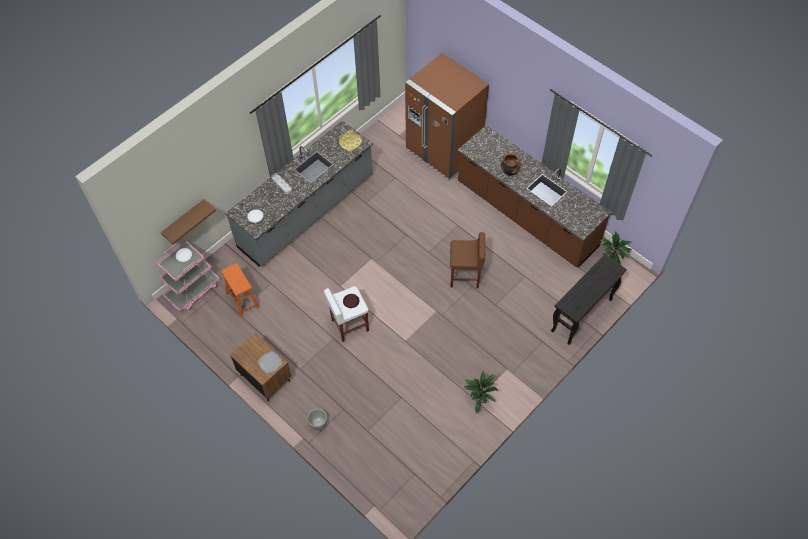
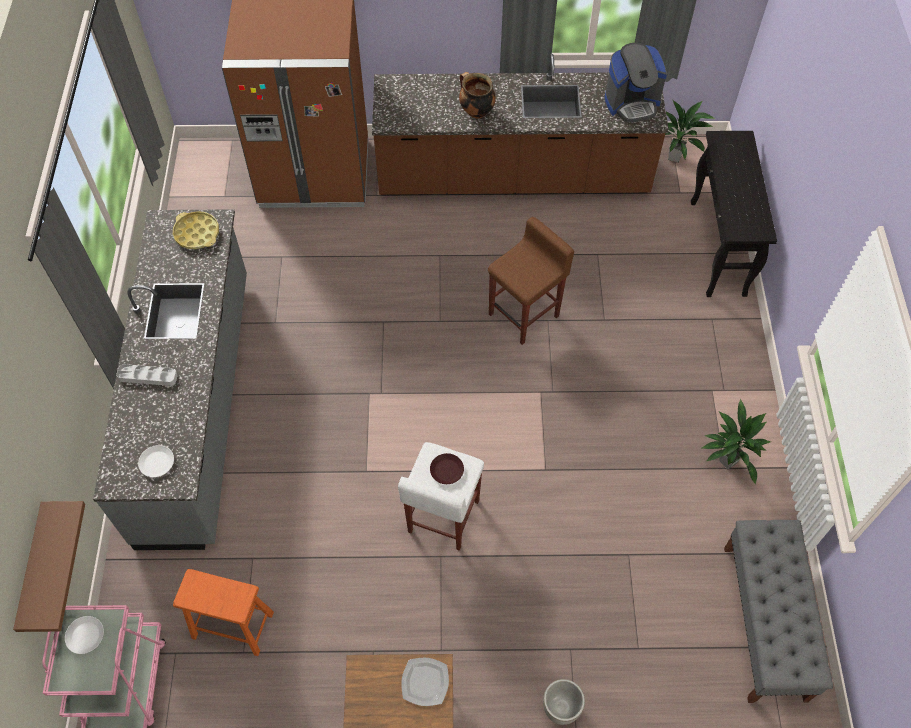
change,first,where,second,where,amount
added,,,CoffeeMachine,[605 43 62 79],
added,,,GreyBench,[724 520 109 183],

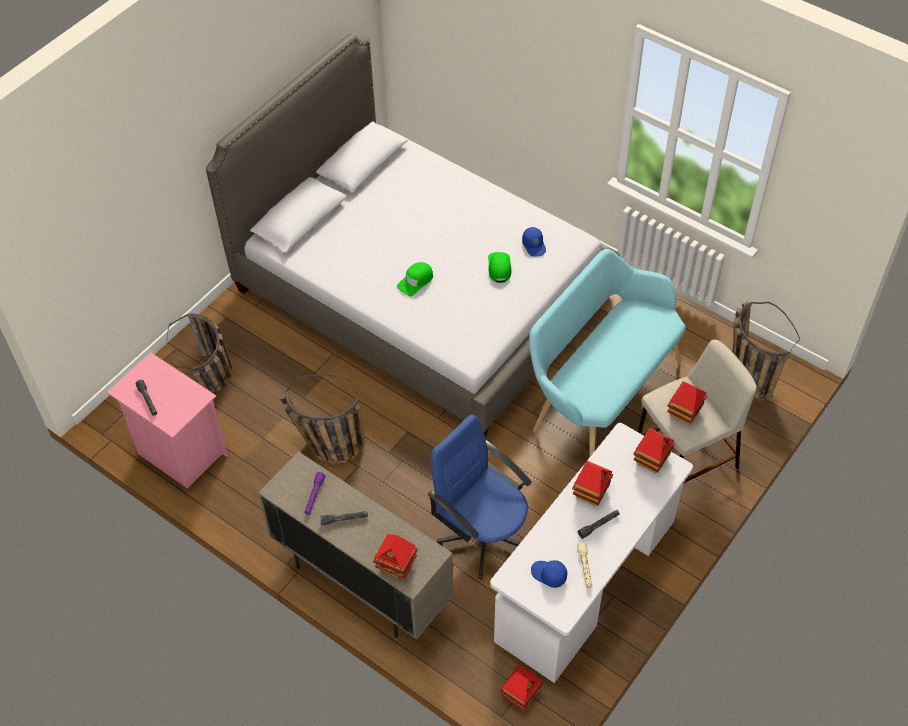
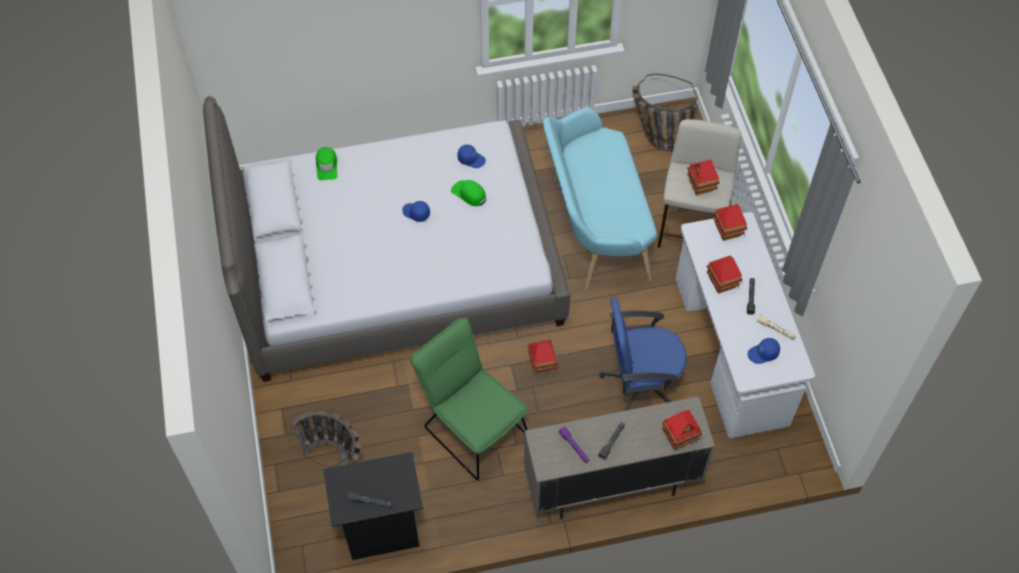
change,first,where,second,where,amount
moved,GreenCap,[397 262 36 34],,[316 147 21 33],
recoloured,PinkNightstand,[107 353 121 136],BlackNightstand,[323 452 100 108],
replaced,Basket,[280 374 85 88],GreenChair,[411 318 117 162],
moved,ToyHouse,[500 665 43 46],,[528 339 29 34],
added,,,BlueCap,[402 201 28 21],

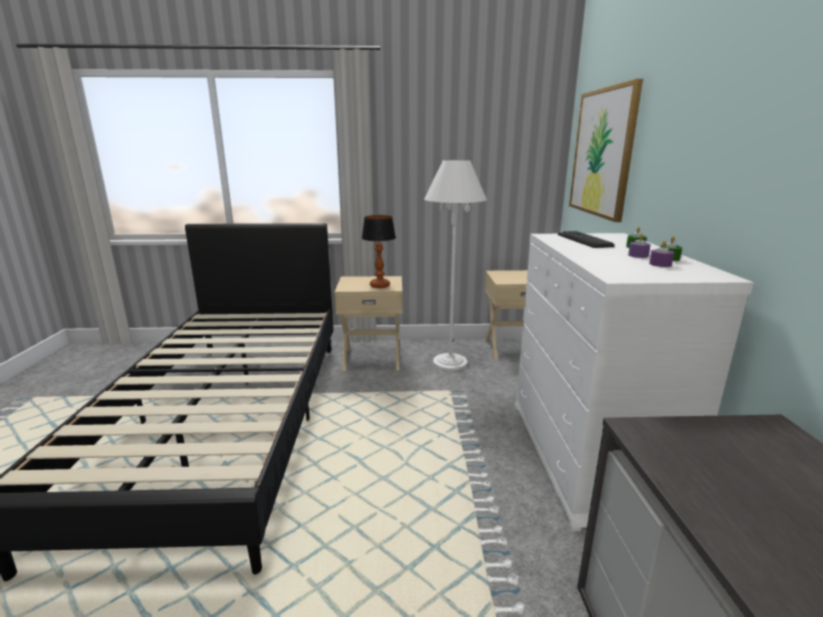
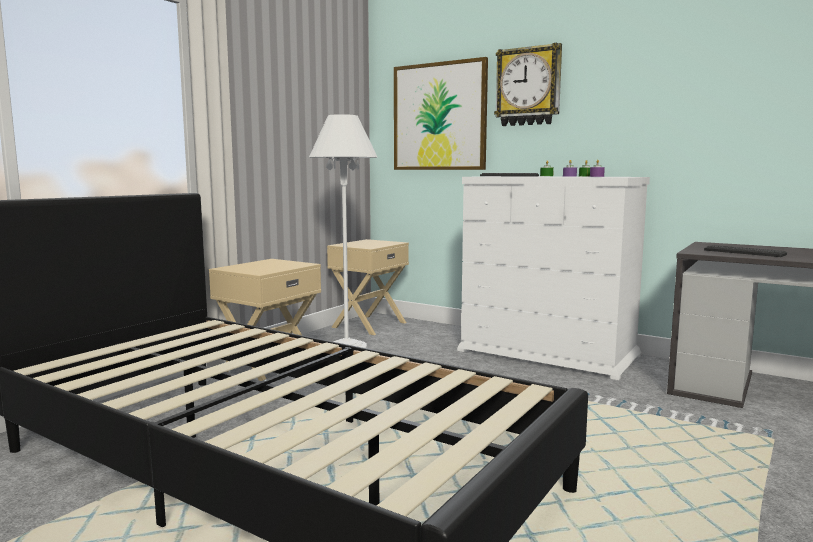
change,first,where,second,where,amount
removed,TableLamp,[362 215 34 73],,,
added,,,WallClock,[494 43 68 83],
added,,,Keyboard,[704 245 83 12],

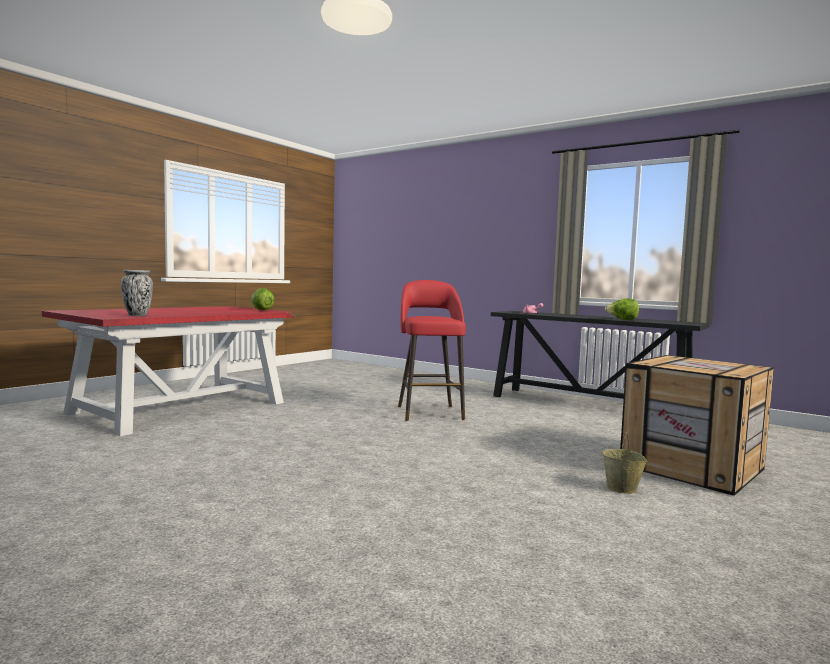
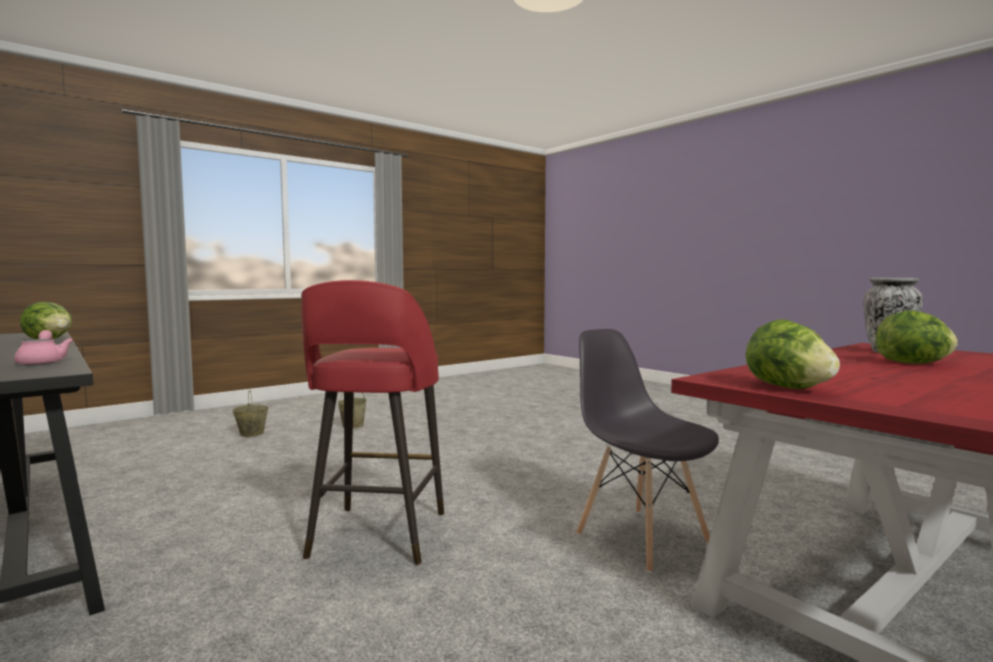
change,first,where,second,where,amount
replaced,Crate,[620 355 154 141],BeigeBucket,[232 390 37 47],
added,,,Lettuce,[876 311 82 53],
added,,,GreyChair,[576 329 143 244],

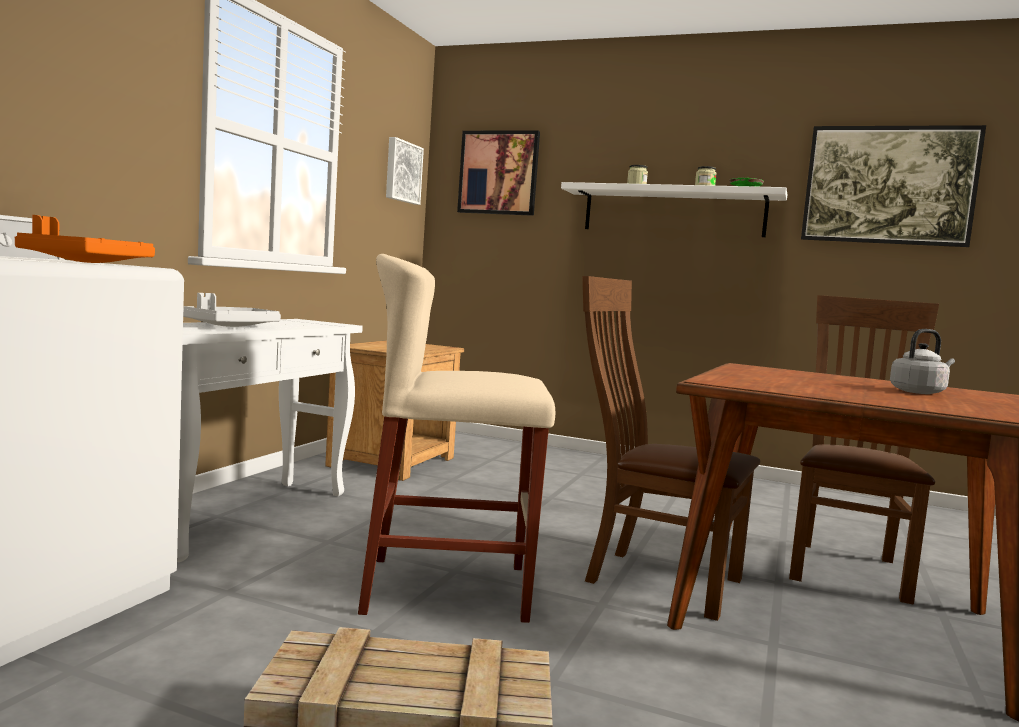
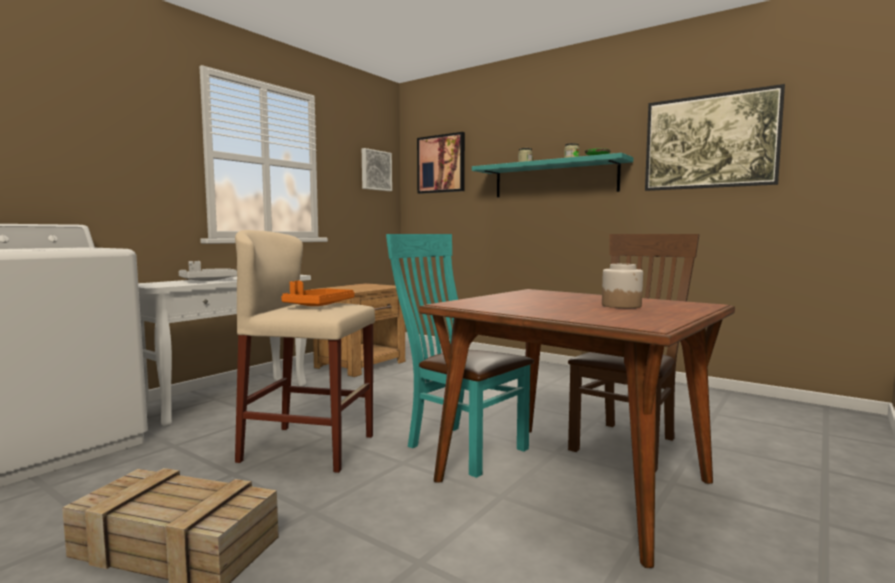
change,first,where,second,where,amount
recoloured,WhiteShelf,[561 182 227 55],TurquoiseShelf,[472 153 161 44],
moved,OrangeTray,[15 215 140 48],,[281 281 73 25],
recoloured,BrownChair,[582 276 178 345],TurquoiseChair,[386 234 148 244],
replaced,GreyKettle,[890 329 65 65],Jar,[602 264 41 44],

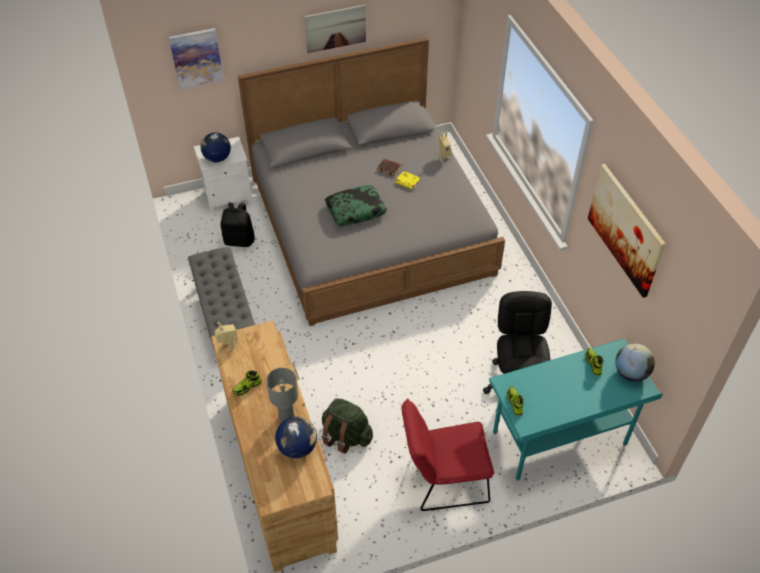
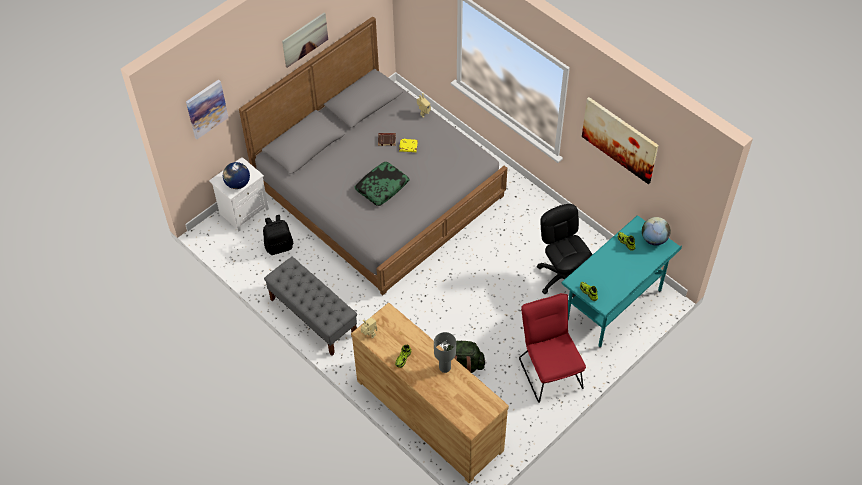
change,first,where,second,where,amount
turned,RedChair,[401 399 93 112],,[519 293 67 110],105 degrees clockwise
removed,Globe,[275 416 42 43],,,

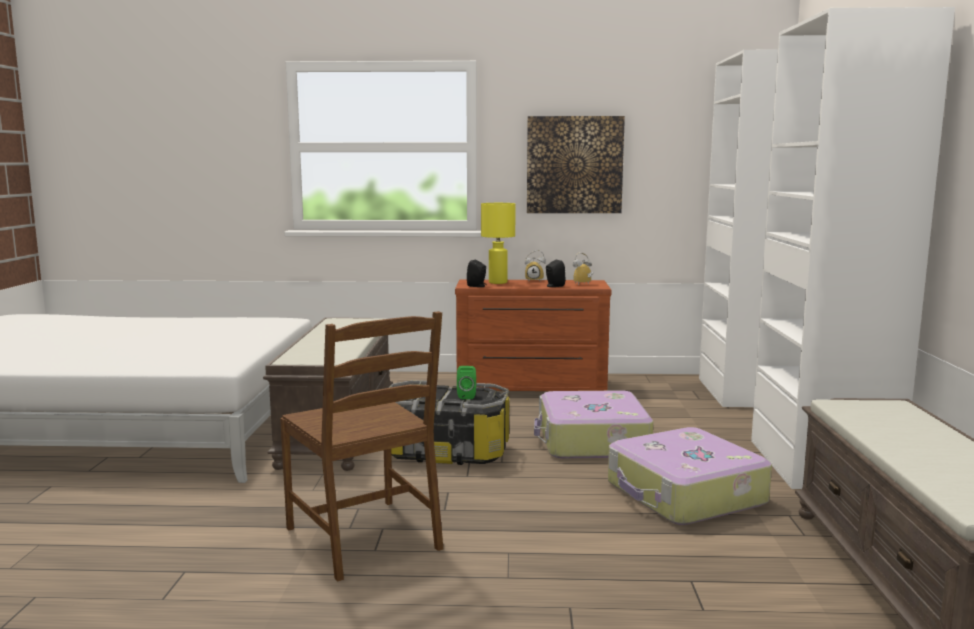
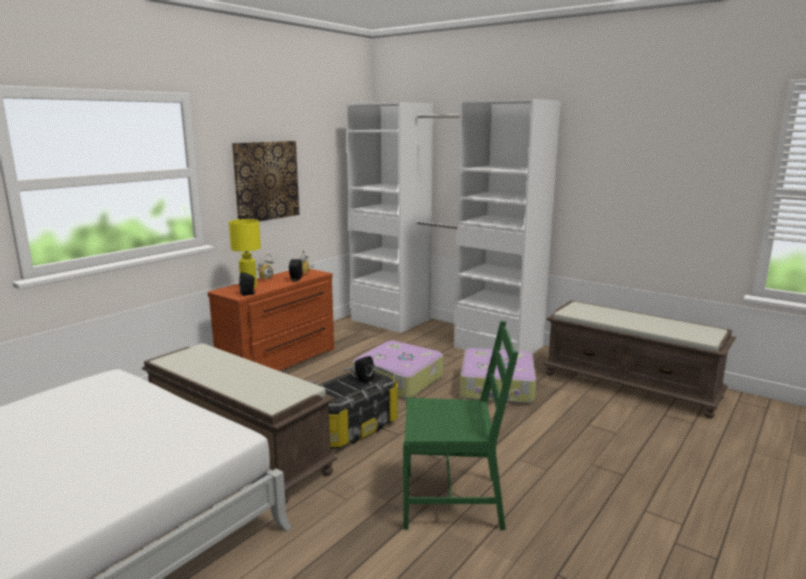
change,first,where,second,where,amount
recoloured,BrownChair,[280 311 163 271],GreenChair,[403 321 115 209],
recoloured,GreenSpeaker,[457 366 19 33],BlackSpeaker,[355 356 19 27],

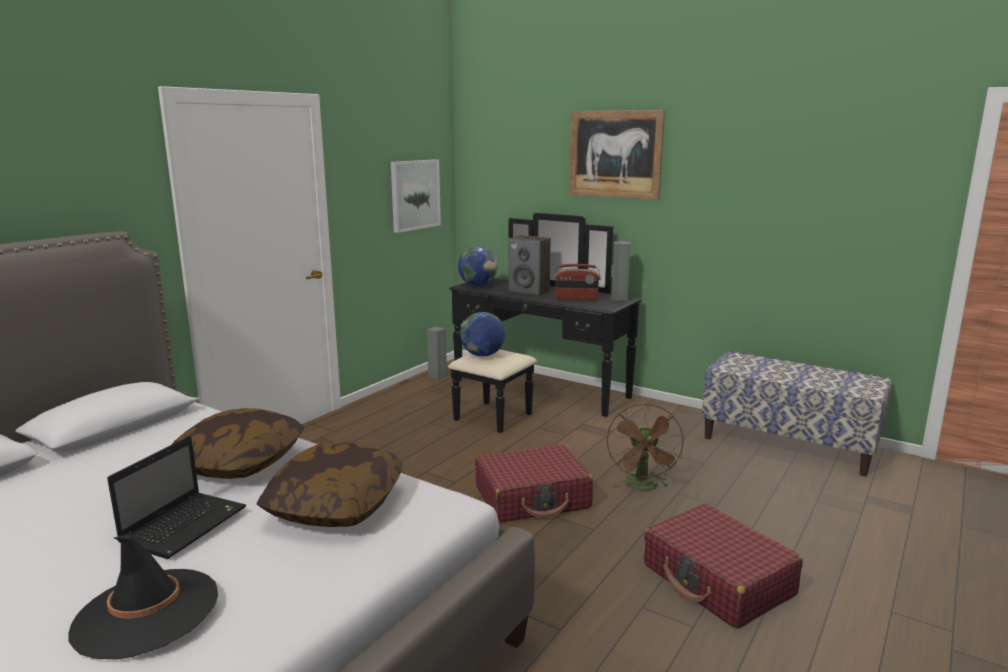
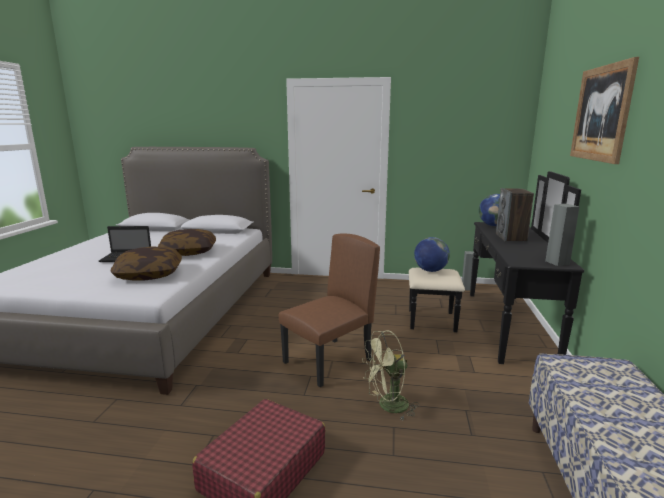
change,first,where,second,where,amount
removed,Picture,[391 159 50 74],,,
removed,Radio,[554 264 47 36],,,
recoloured,BrownFan,[607 403 76 87],GreenFan,[362 331 57 90],
replaced,RedSuitcase,[475 444 118 79],BrownChair,[279 234 101 153],
removed,BlackHat,[68 534 150 125],,,

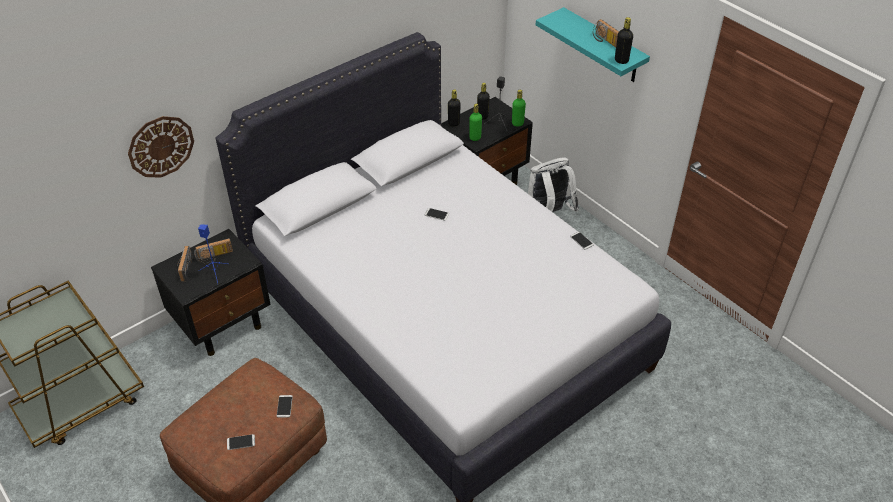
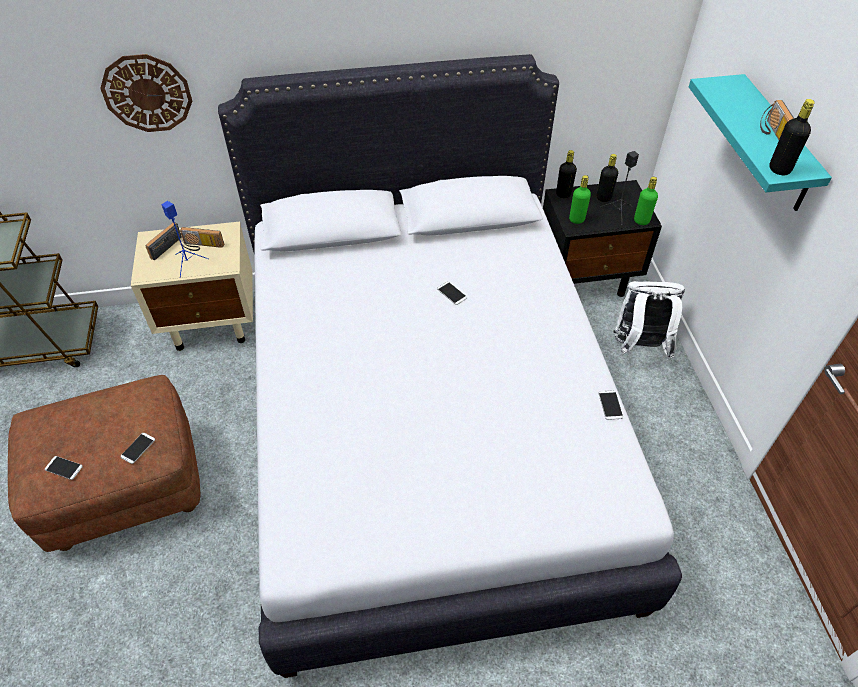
change,first,where,second,where,amount
recoloured,BlackNightstand,[151 229 120 127],BeigeNightstand,[131 221 122 130],

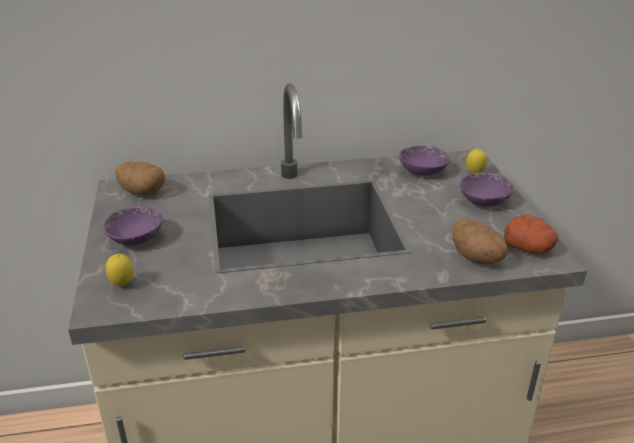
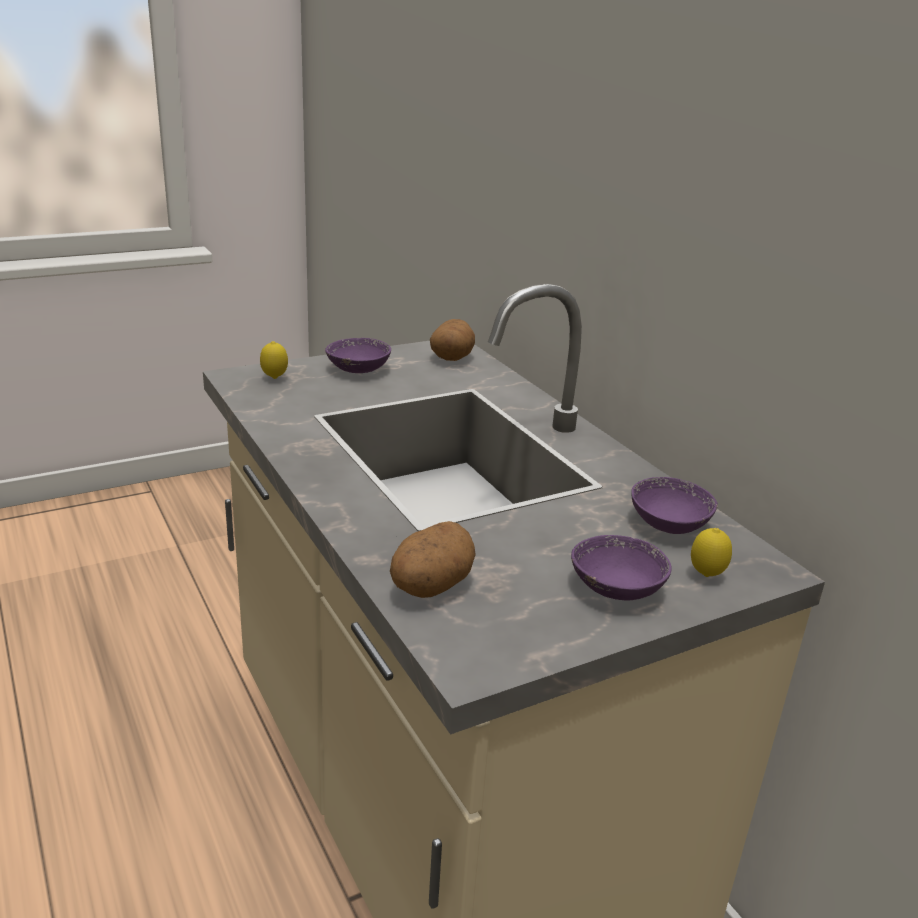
change,first,where,second,where,amount
removed,Potato,[504 215 54 39],,,

